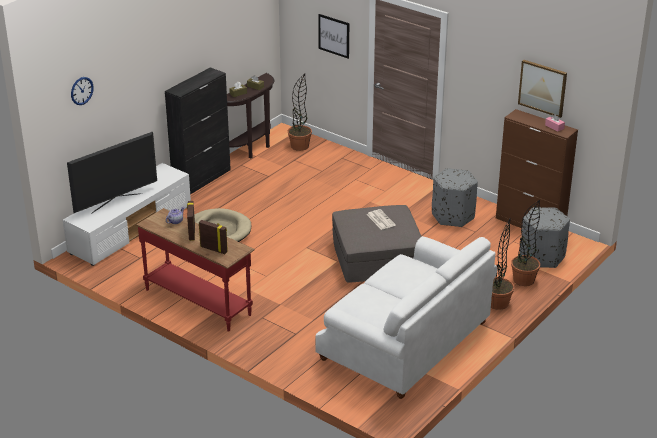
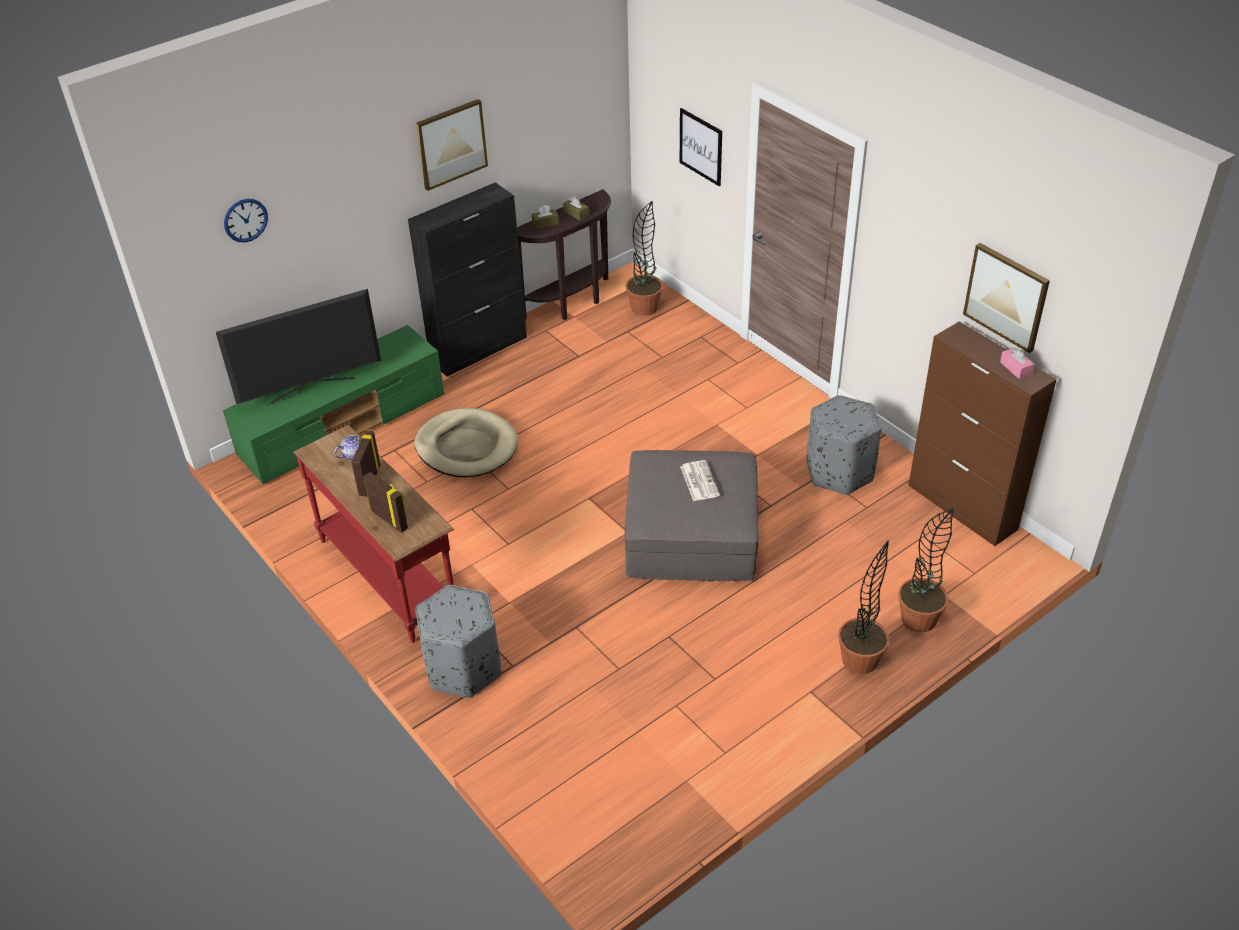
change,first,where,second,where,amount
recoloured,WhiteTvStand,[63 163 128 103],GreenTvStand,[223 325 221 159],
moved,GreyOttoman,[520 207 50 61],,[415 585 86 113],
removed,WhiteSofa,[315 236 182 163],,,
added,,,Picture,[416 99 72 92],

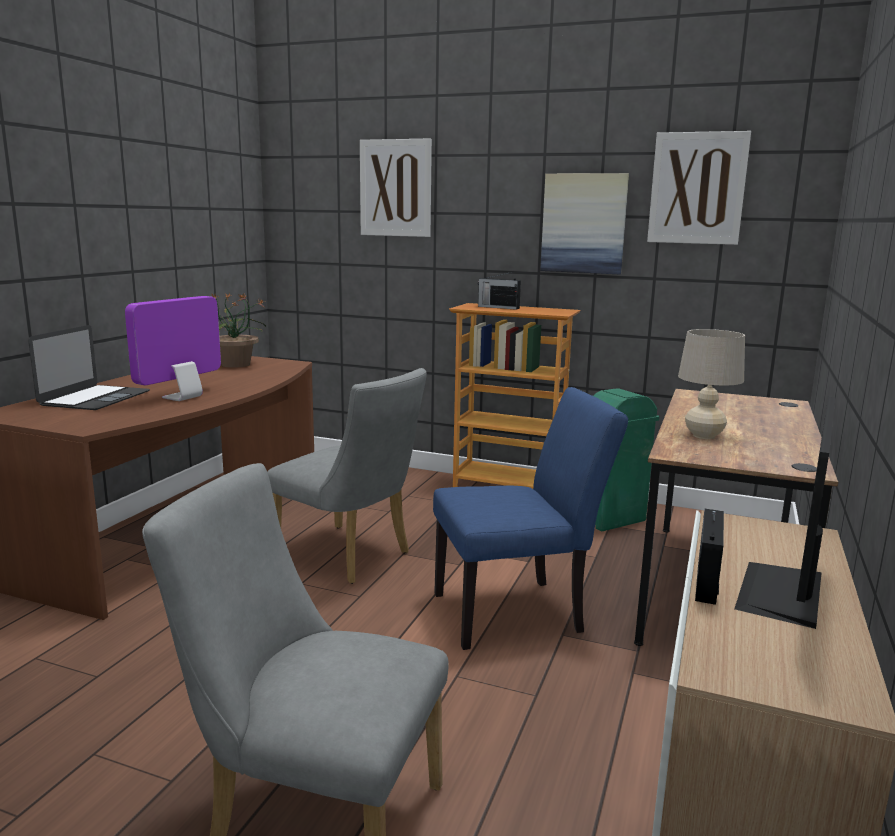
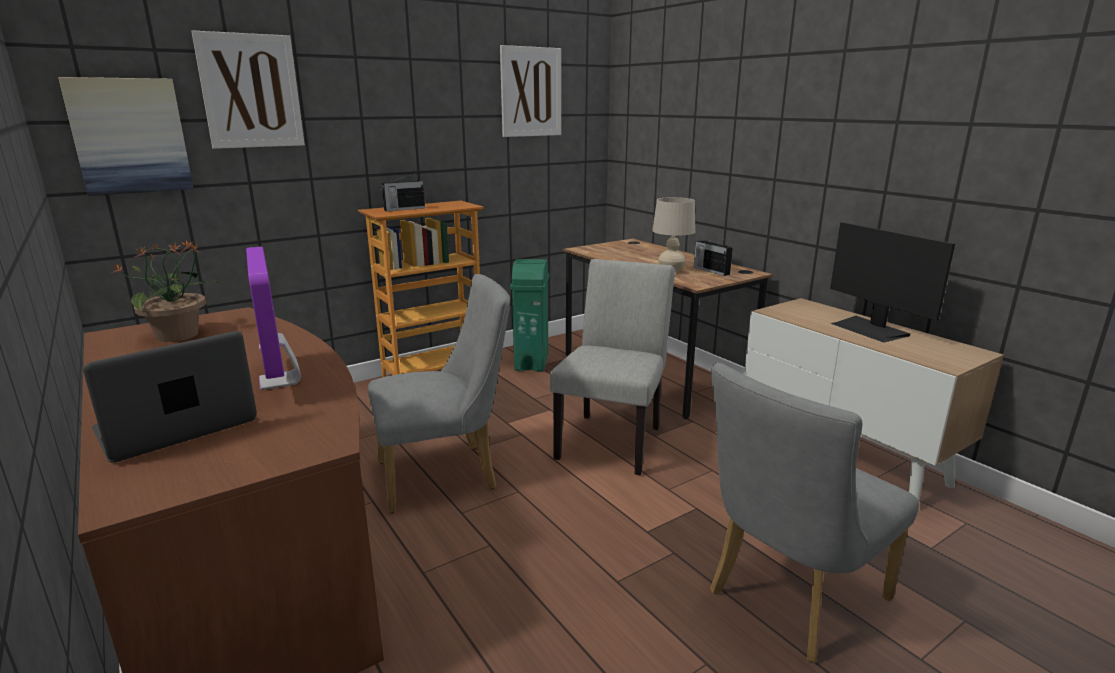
change,first,where,second,where,amount
moved,Picture,[540 174 89 100],,[58 77 136 119],
turned,Laptop,[28 325 122 85],,[83 331 174 132],90 degrees counterclockwise
recoloured,BlueChair,[433 387 195 263],GreyChair,[550 259 125 216],
moved,Radio,[695 509 29 96],,[694 239 39 37],

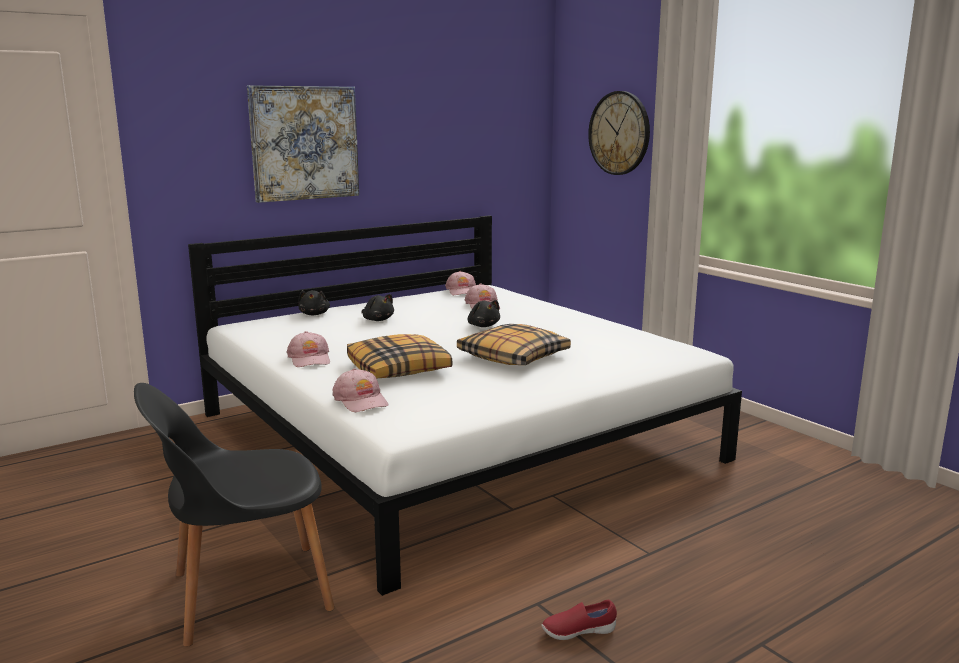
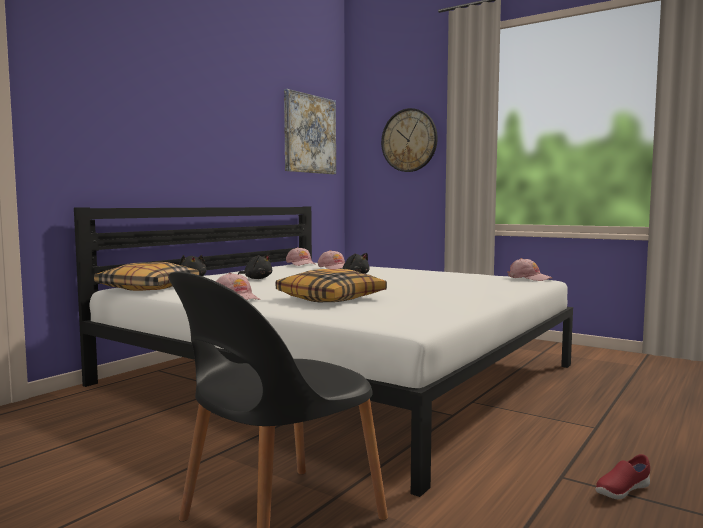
change,first,where,second,where,amount
moved,Picture,[247 85 112 118],,[284 89 52 85],
moved,Pillow,[457 324 114 41],,[94 262 105 29],
moved,PinkCap,[332 369 56 43],,[507 258 45 23],

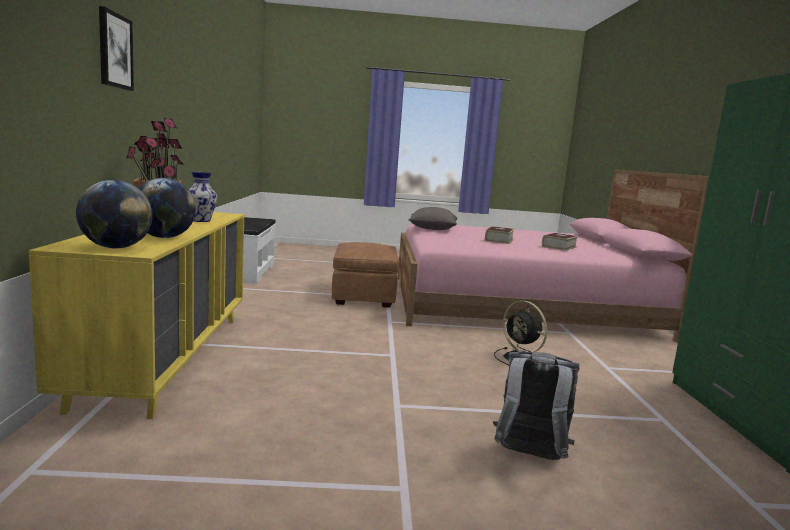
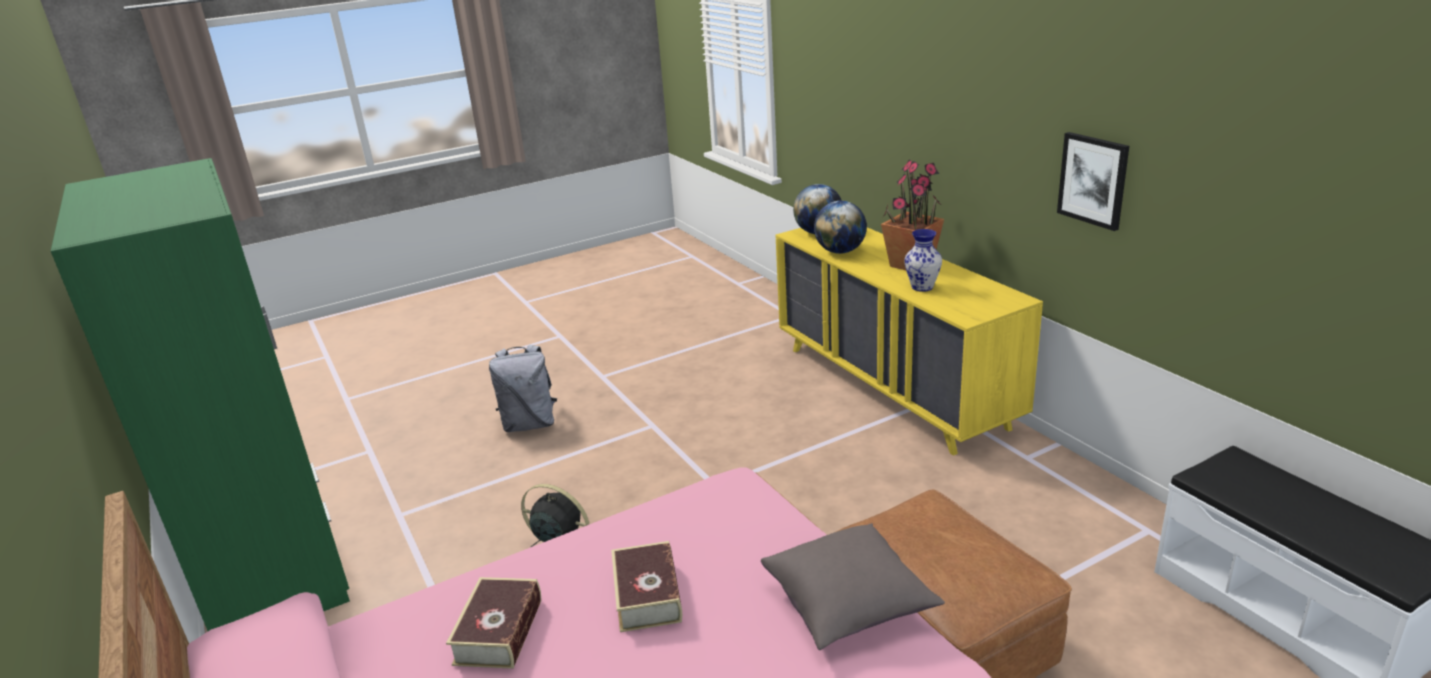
change,first,where,second,where,amount
moved,Picture,[99 6 35 85],,[1057 132 72 99],

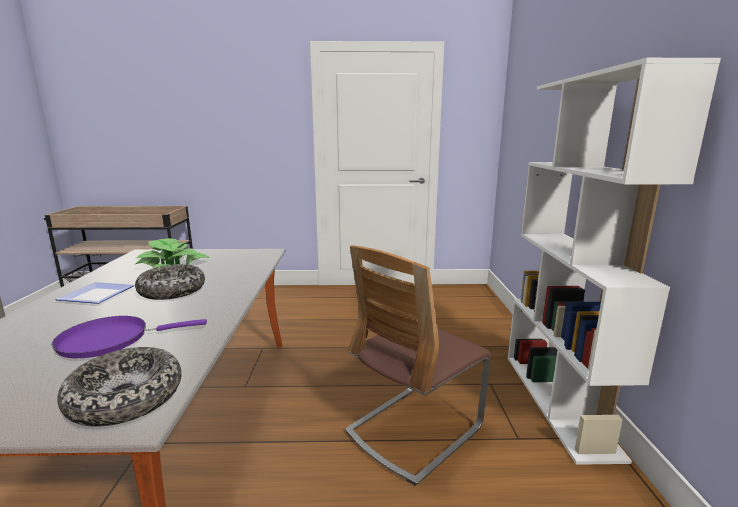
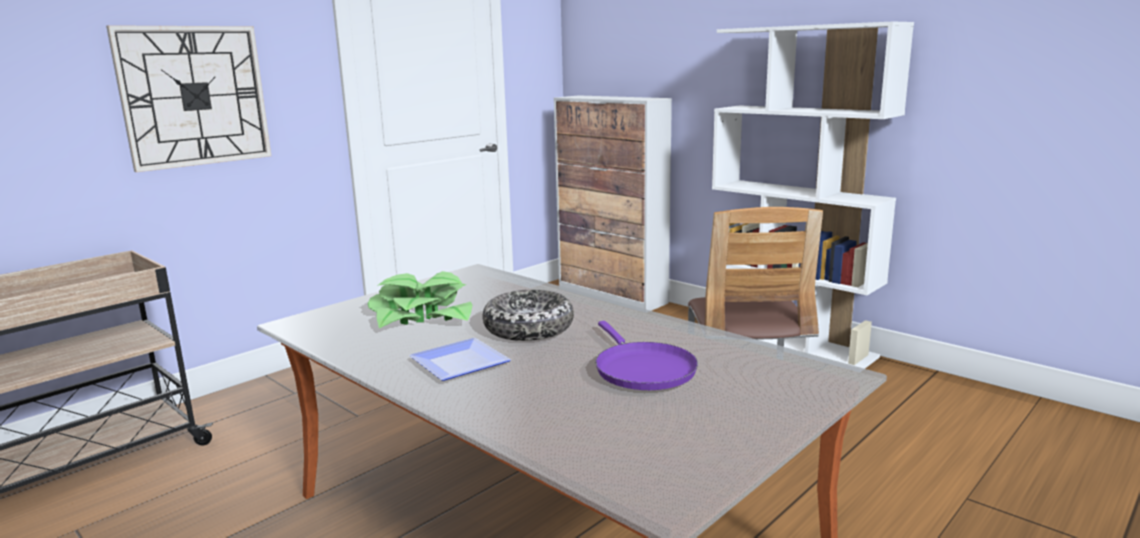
change,first,where,second,where,amount
turned,PurpleFryingPan,[52 316 155 42],,[595 321 103 69],45 degrees counterclockwise
removed,Bowl,[57 347 124 80],,,
added,,,WallClock,[106 25 165 147],
added,,,Cabinet,[554 95 118 216],

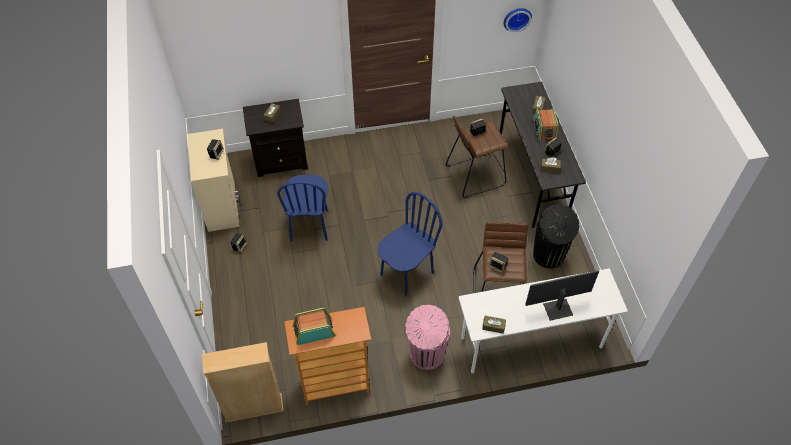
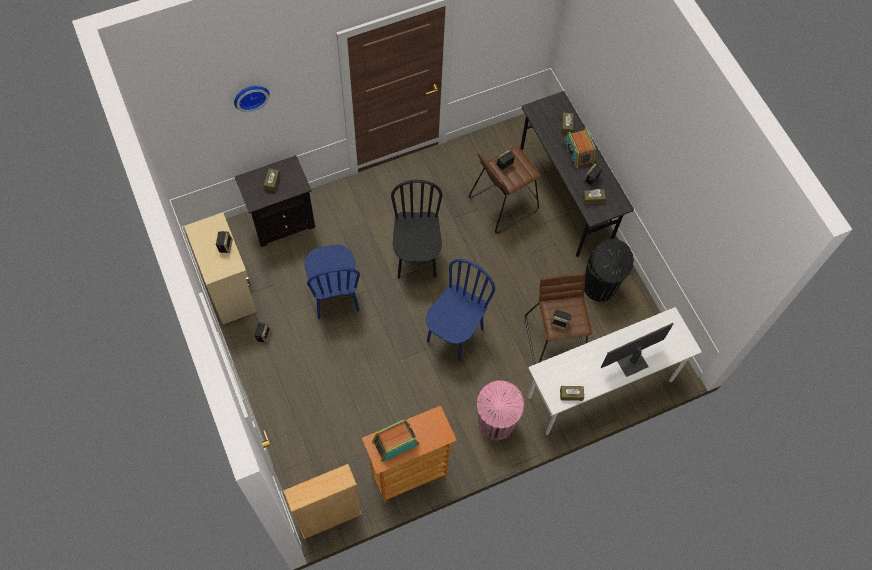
change,first,where,second,where,amount
moved,WallClock,[504 8 28 24],,[234 86 36 26],
added,,,BlackChair,[391 180 51 98],

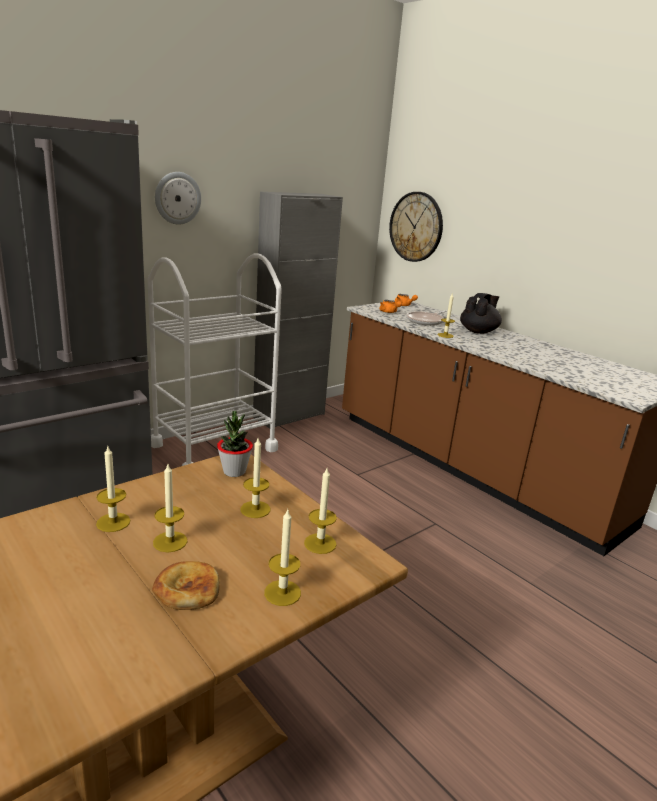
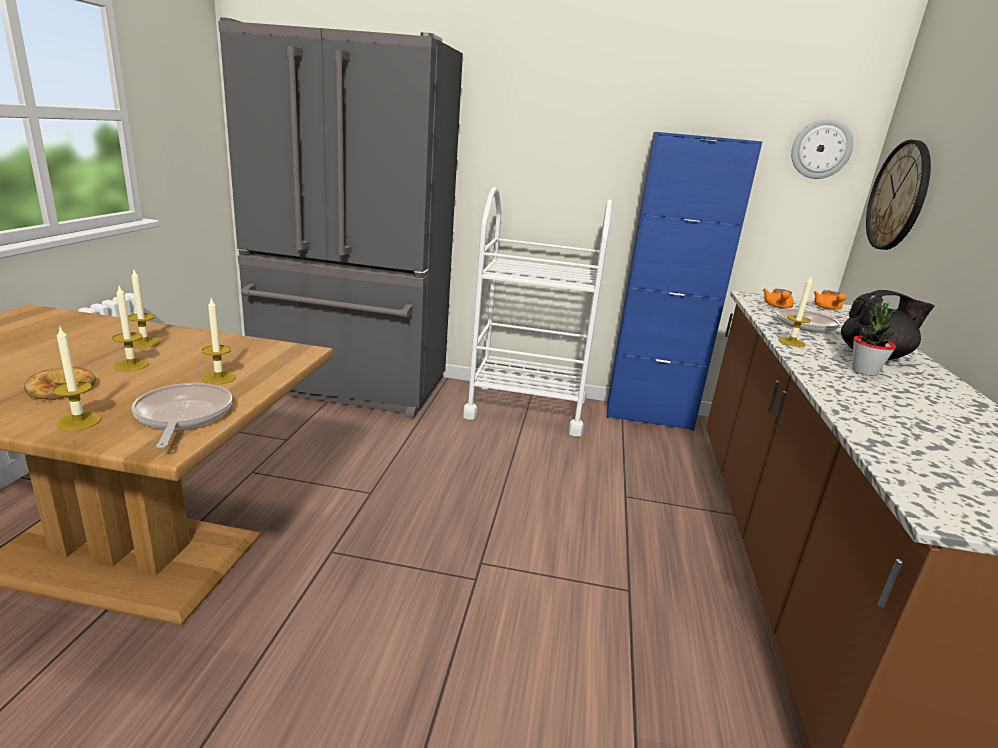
change,first,where,second,where,amount
moved,WallClock,[155 172 46 53],,[791 118 63 61],
recoloured,GreyCabinet,[253 192 90 236],BlueCabinet,[607 132 155 299],
moved,PottedPlant,[217 411 36 66],,[852 303 45 73],
replaced,Candle,[304 468 33 86],FryingPan,[132 383 100 65],

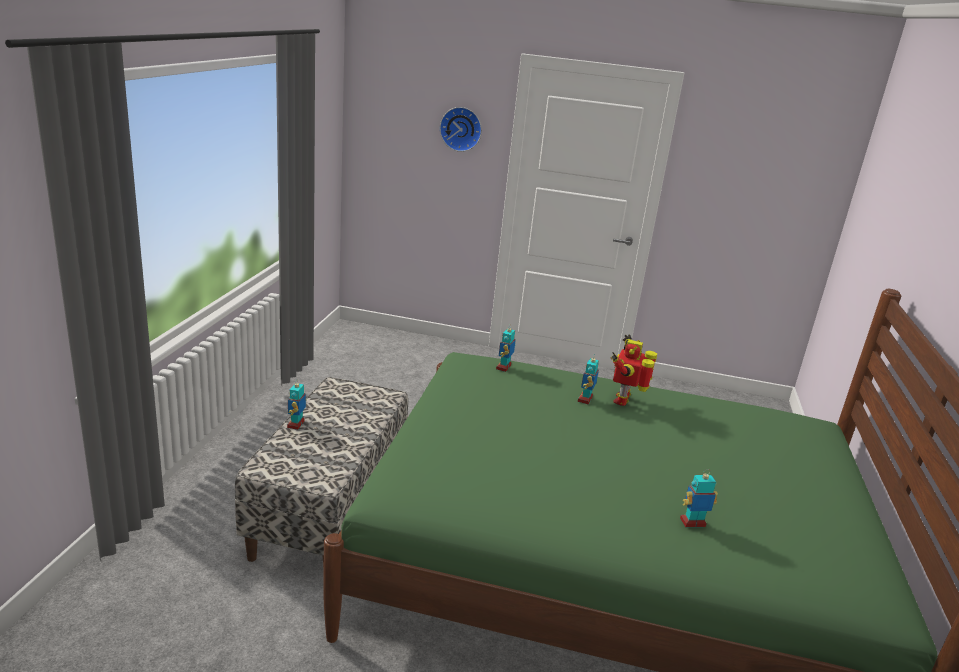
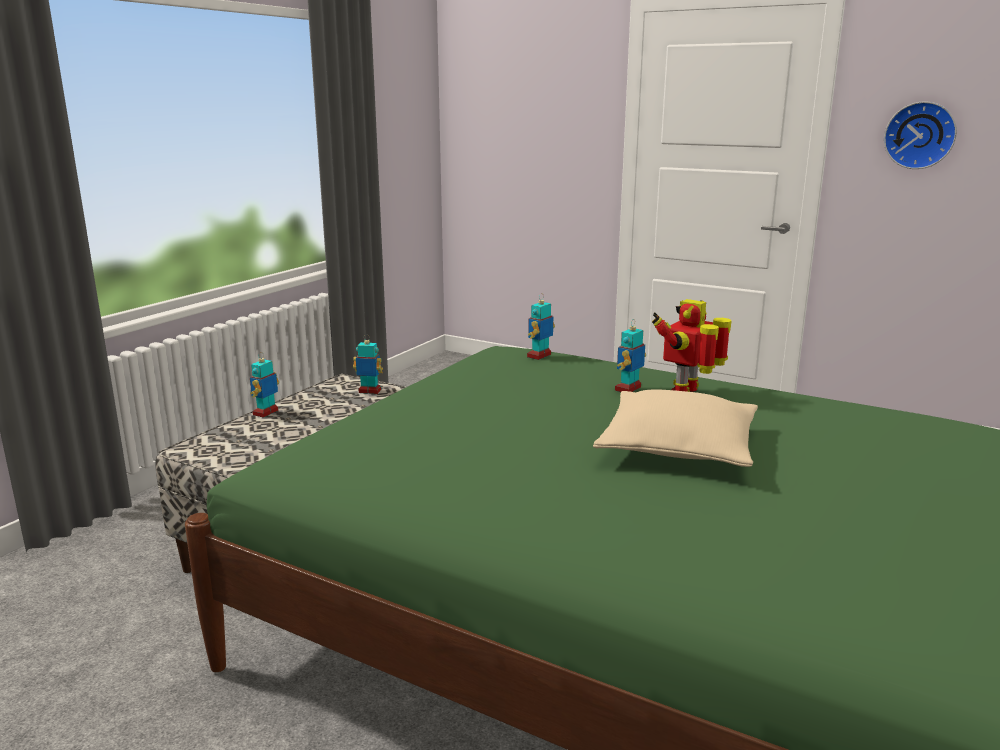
change,first,where,second,where,amount
moved,WallClock,[440 107 42 45],,[884 101 73 68],
moved,ToyRobot,[680 469 38 58],,[353 334 30 60],
added,,,BeigePillow,[593 389 165 78],

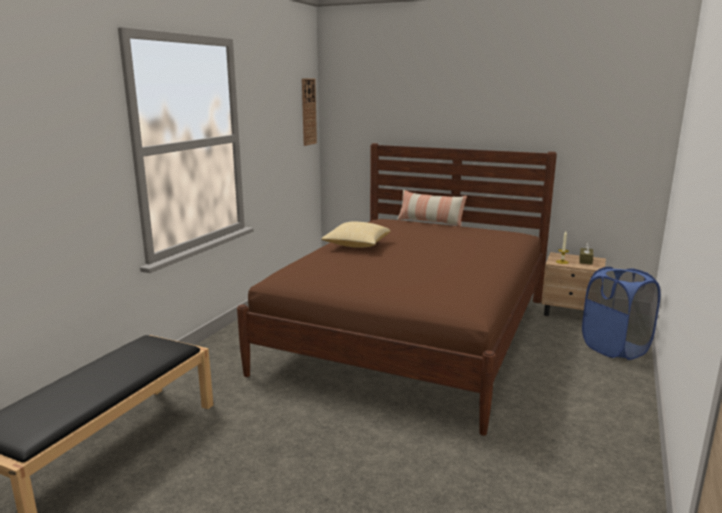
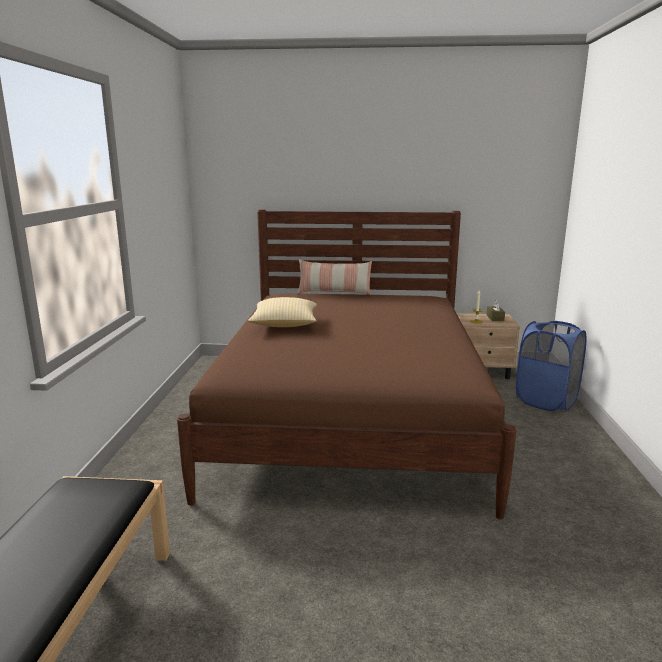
change,first,where,second,where,amount
removed,WallClock,[302 78 15 68],,,

